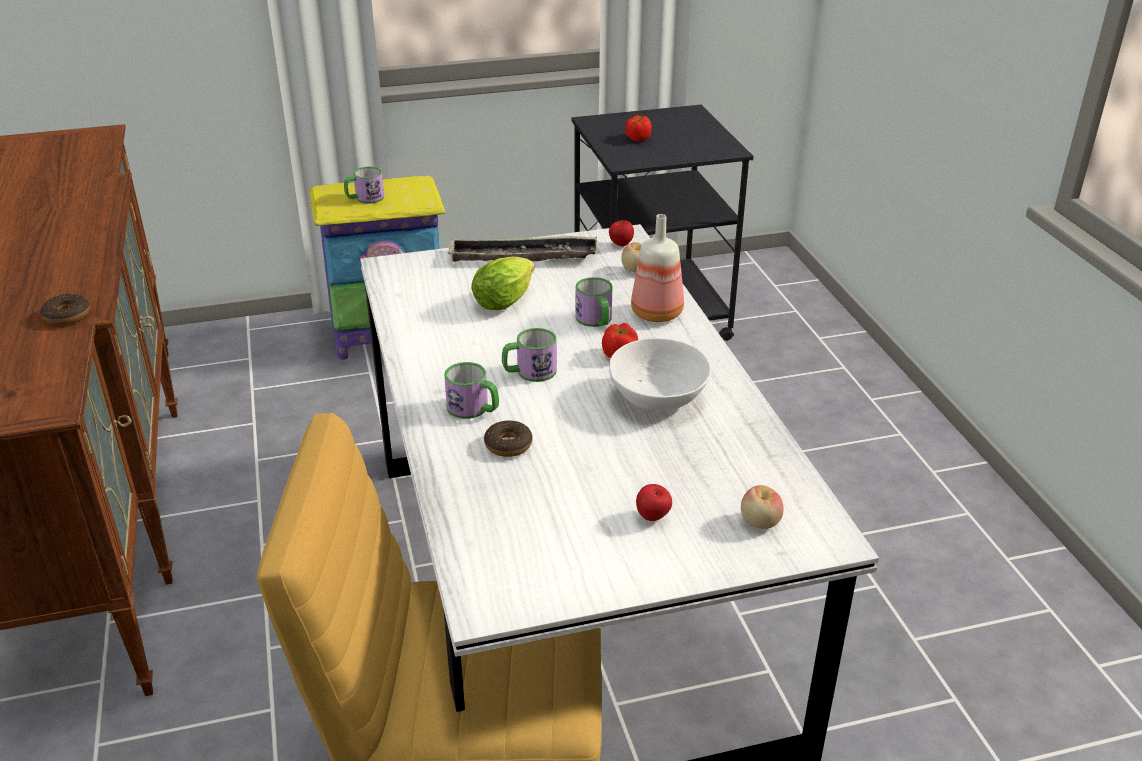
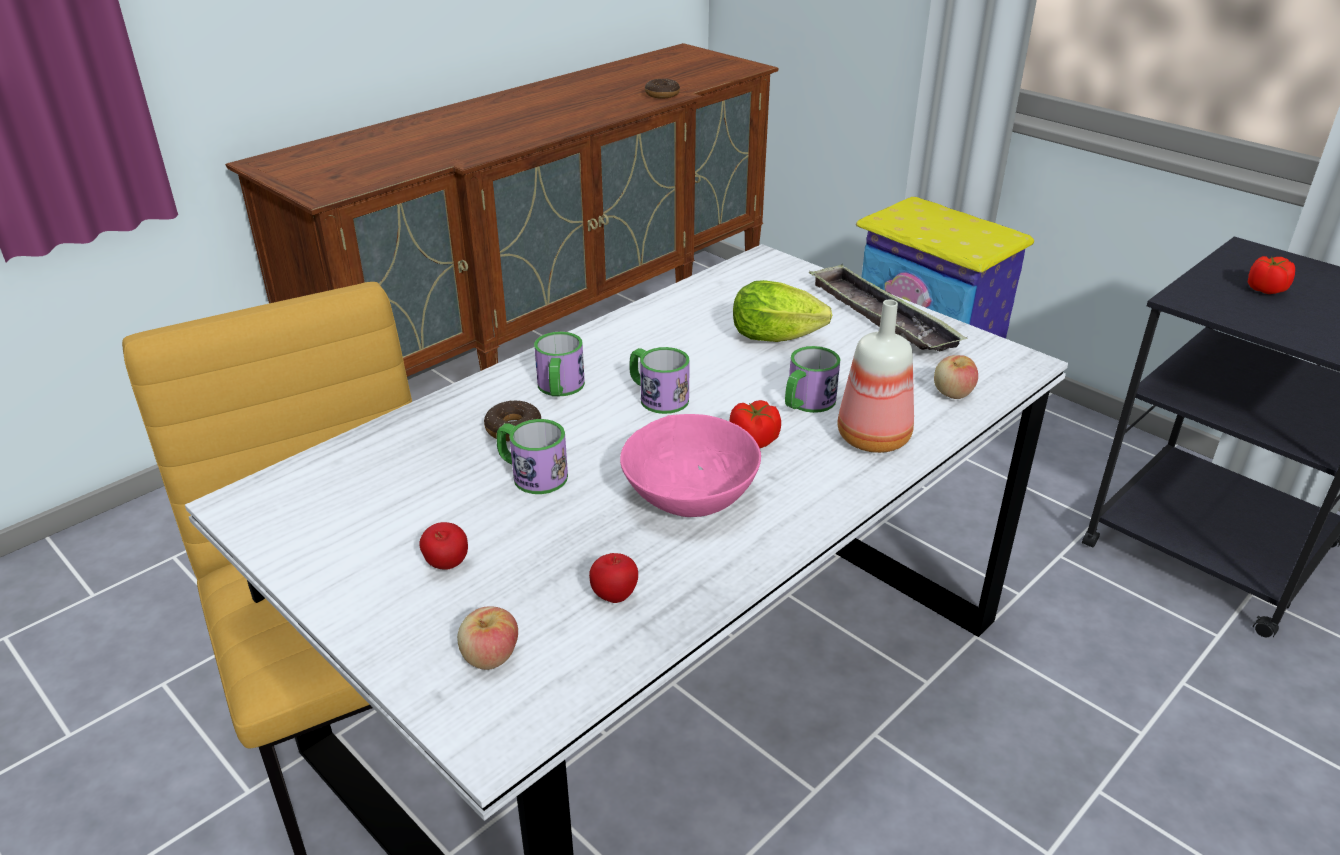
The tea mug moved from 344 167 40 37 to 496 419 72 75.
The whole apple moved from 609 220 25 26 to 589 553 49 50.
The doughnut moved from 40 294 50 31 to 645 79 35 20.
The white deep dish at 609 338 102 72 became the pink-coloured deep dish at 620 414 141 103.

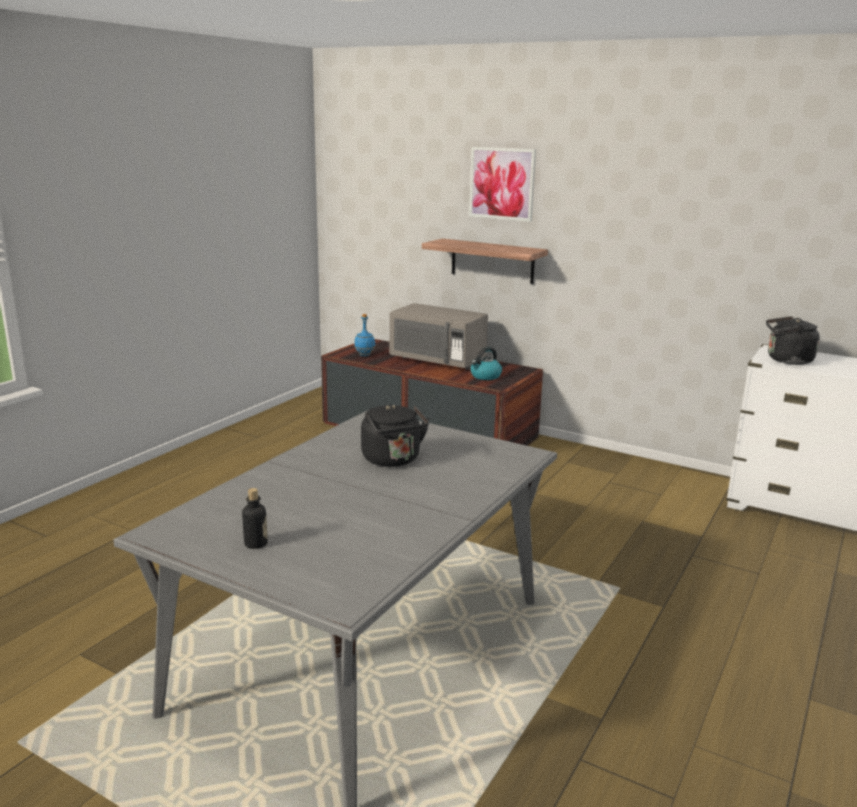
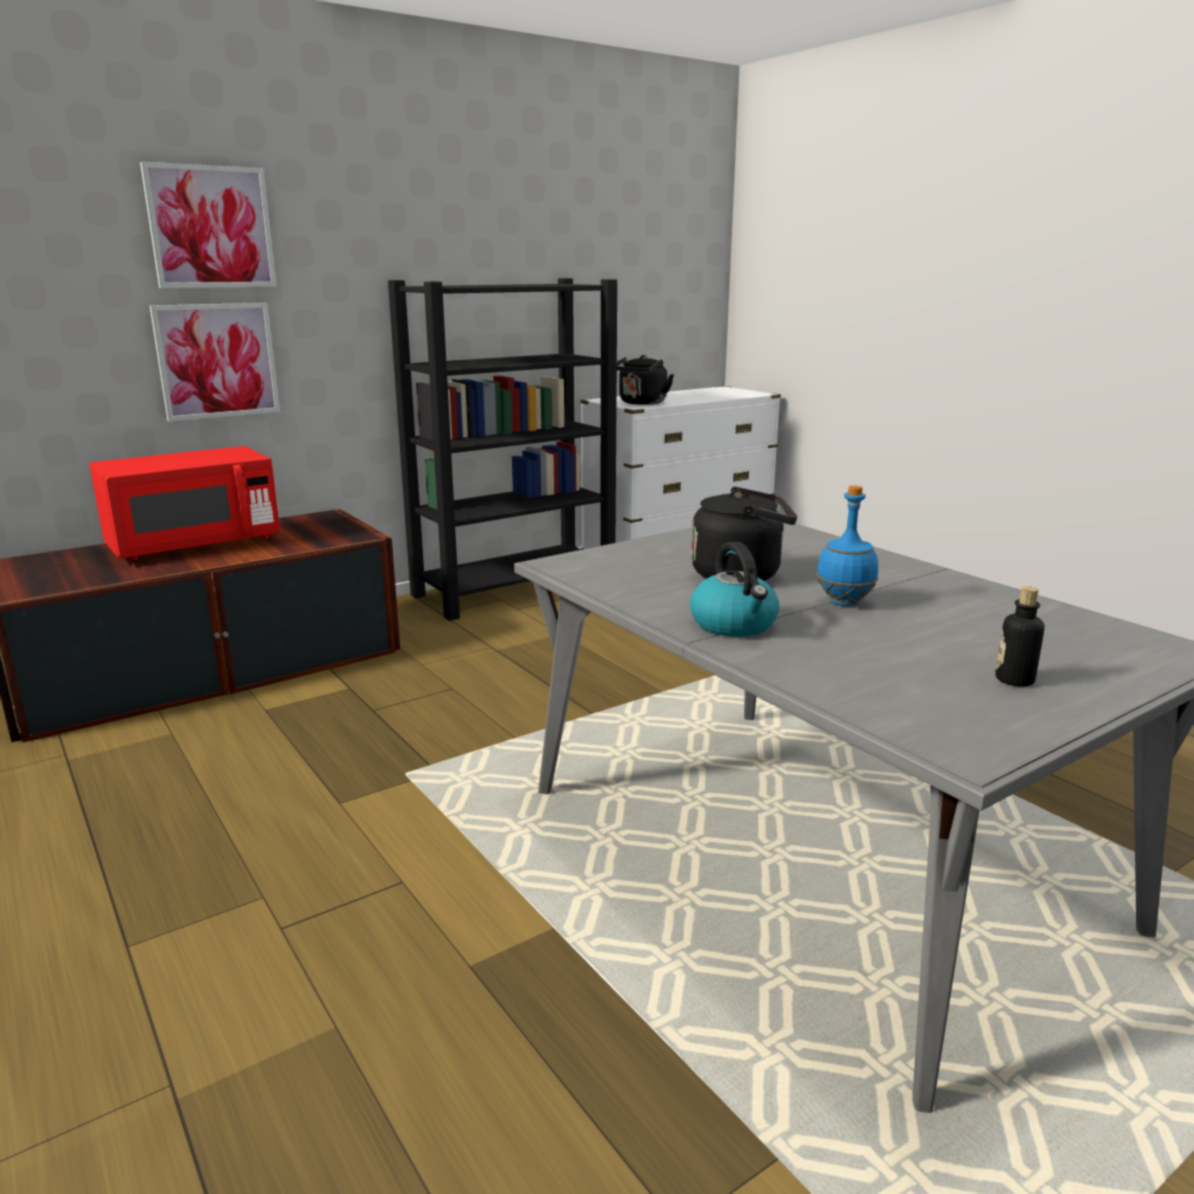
The bracket shelf at 422 238 126 46 was replaced by the picture at 150 303 130 118.
The gray microwave at 389 303 99 67 became the red microwave at 89 446 191 114.
The bluish bottle moved from 354 314 21 42 to 816 486 62 120.
The water kettle moved from 470 347 32 33 to 690 542 89 95.
The black bookcase at 388 278 229 343 appeared.

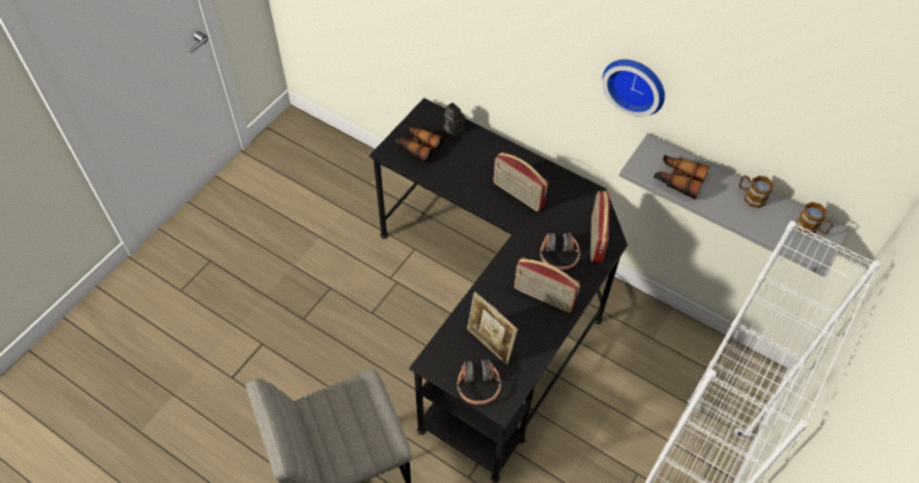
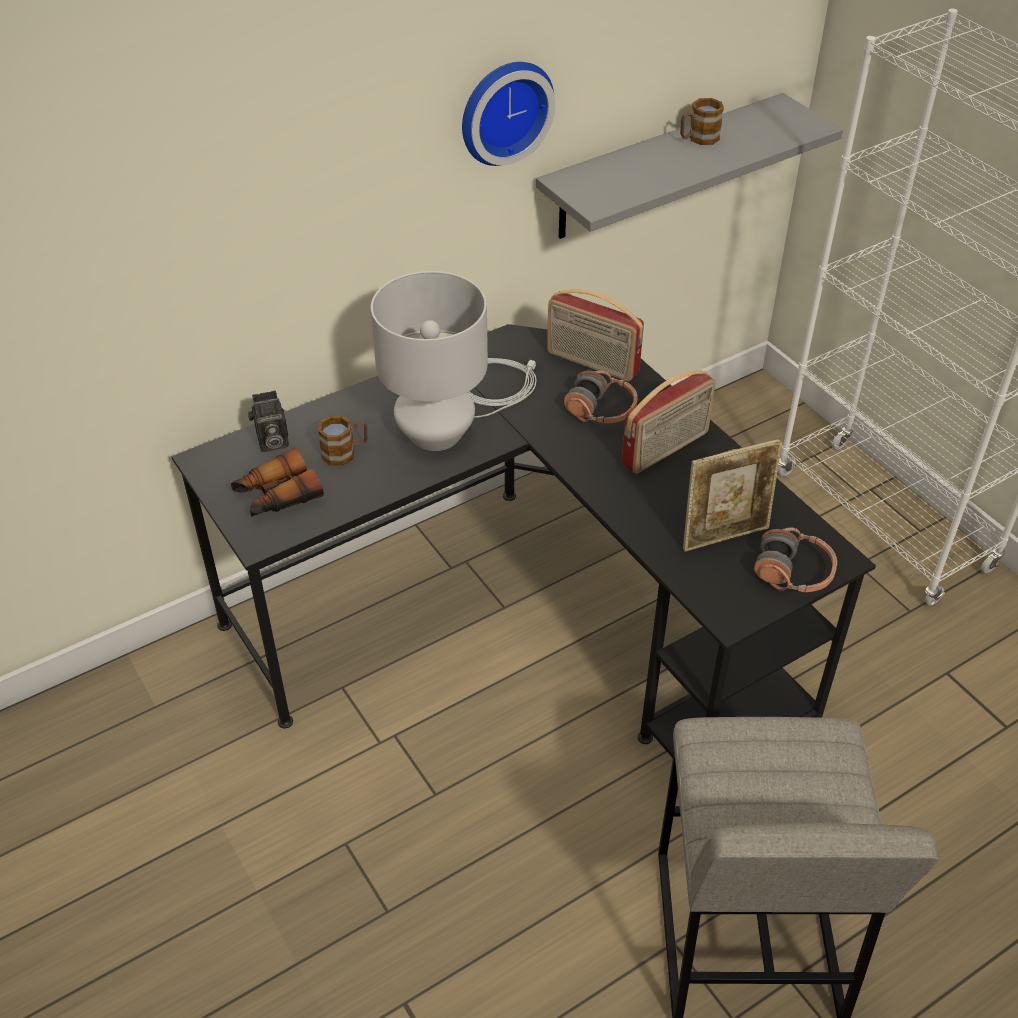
The radio receiver at 493 152 55 59 was replaced by the gray table lamp at 371 271 165 180.
The pair of binoculars at 654 155 56 44 disappeared.
The tea mug moved from 796 202 37 33 to 318 416 49 50.

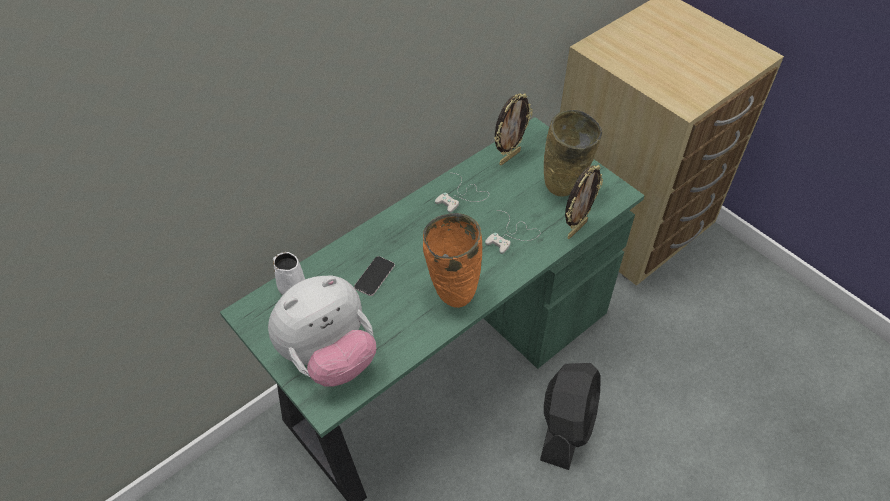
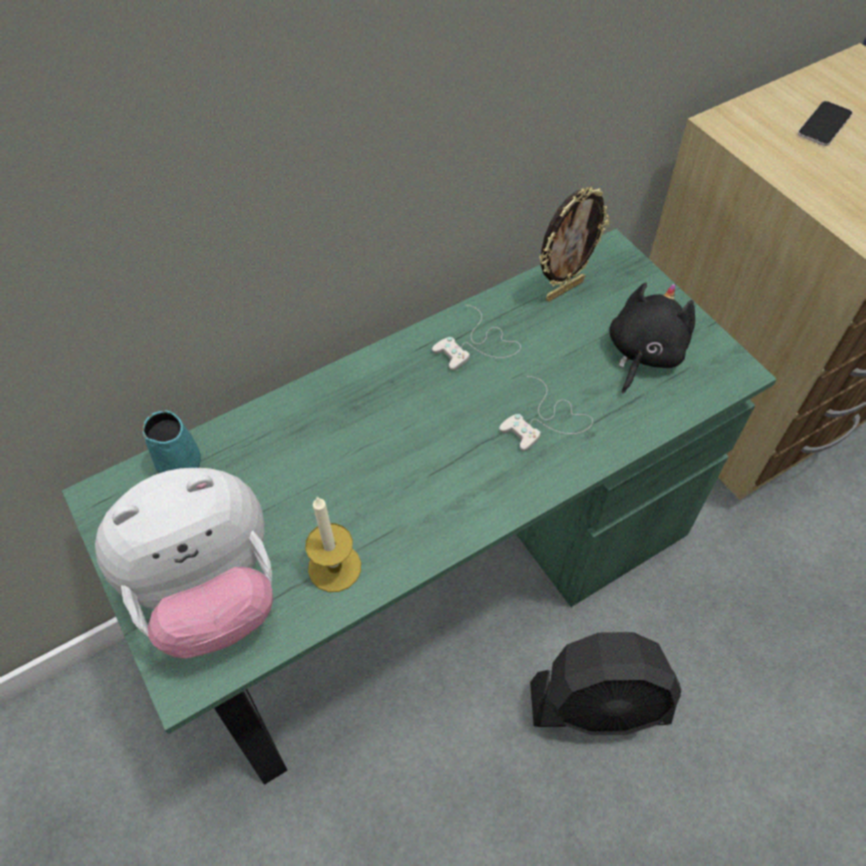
The beige decorative vase at 544 110 59 86 was replaced by the black soft toy at 609 282 86 112.
The standing frame at 565 165 38 74 disappeared.
The orangey decorative vase at 423 213 60 95 disappeared.
The white tea mug at 273 252 32 43 became the turquoise-coloured tea mug at 142 410 59 63.
The handset moved from 354 256 41 40 to 798 101 55 45.
The black electric fan at 540 363 61 107 turned 60 degrees clockwise.
The wax candle at 305 497 56 95 appeared.

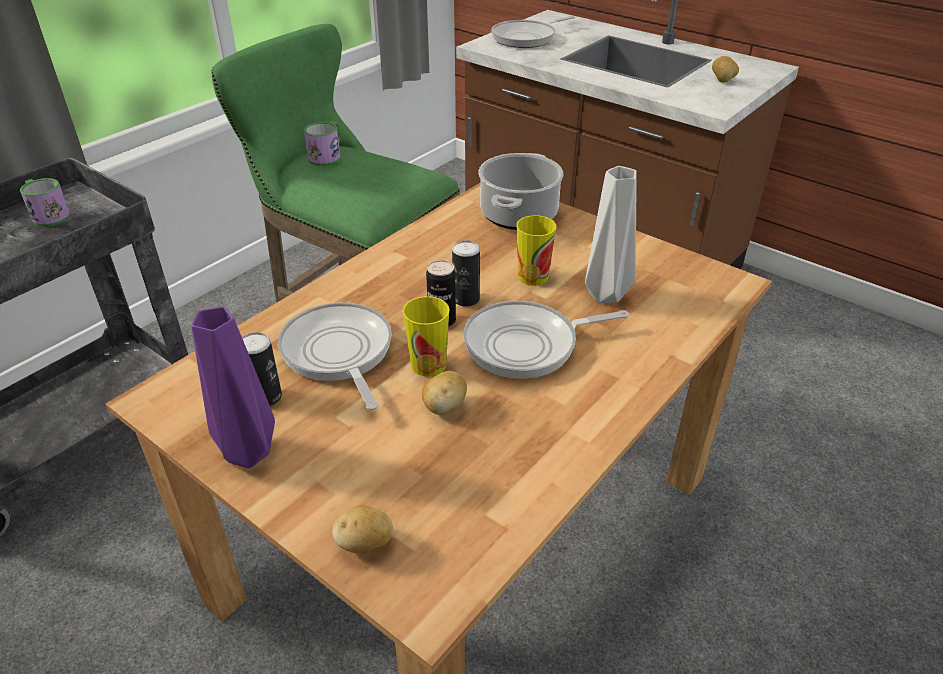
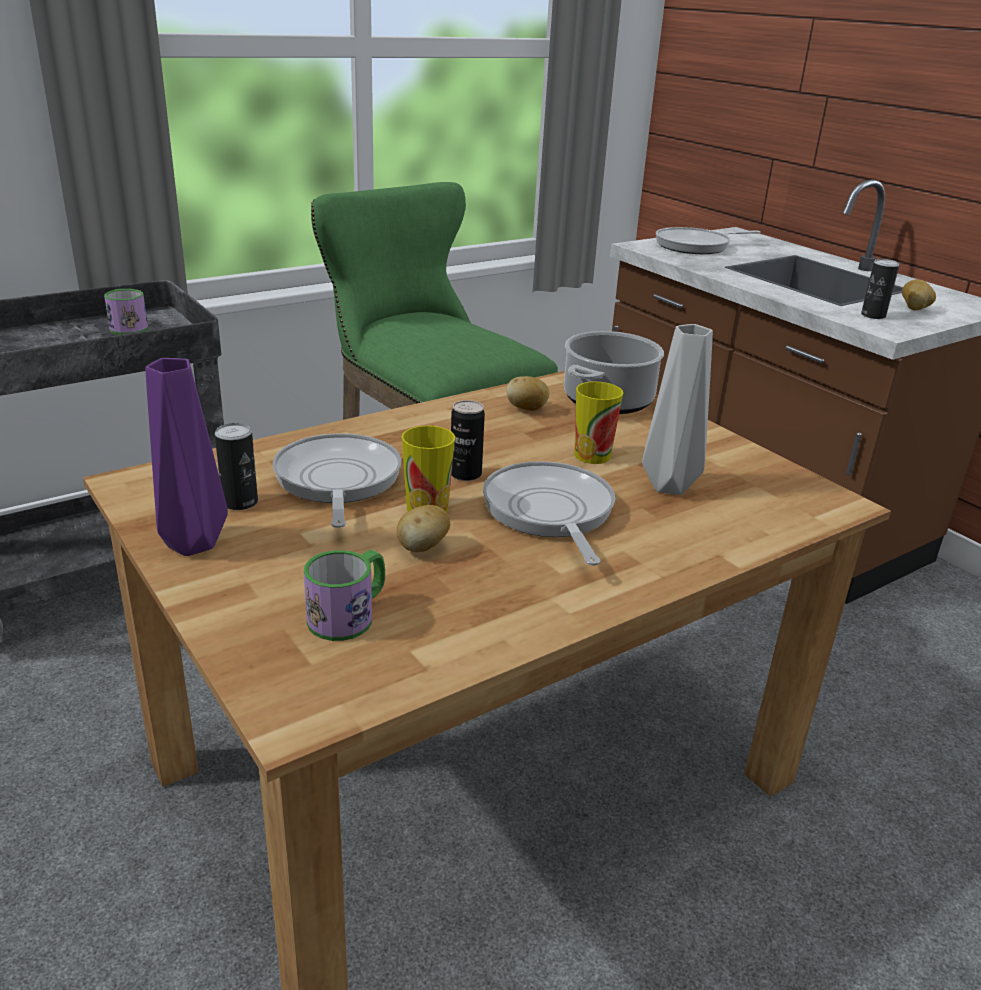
The tea mug moved from 304 121 36 45 to 304 550 81 91.
The sealed can moved from 452 240 28 67 to 861 259 38 60.
The frying pan at 463 301 166 77 turned 75 degrees clockwise.
The spud moved from 332 506 61 47 to 506 376 44 35.

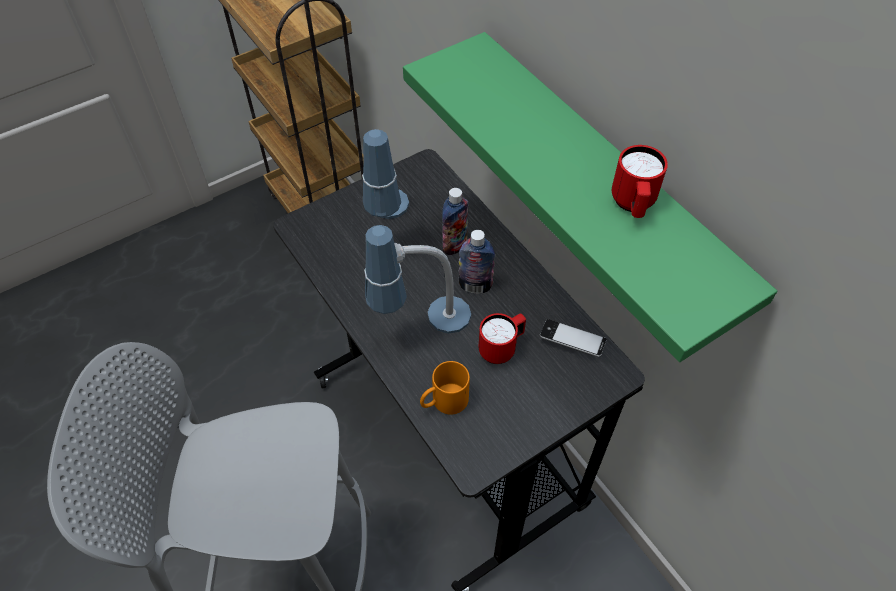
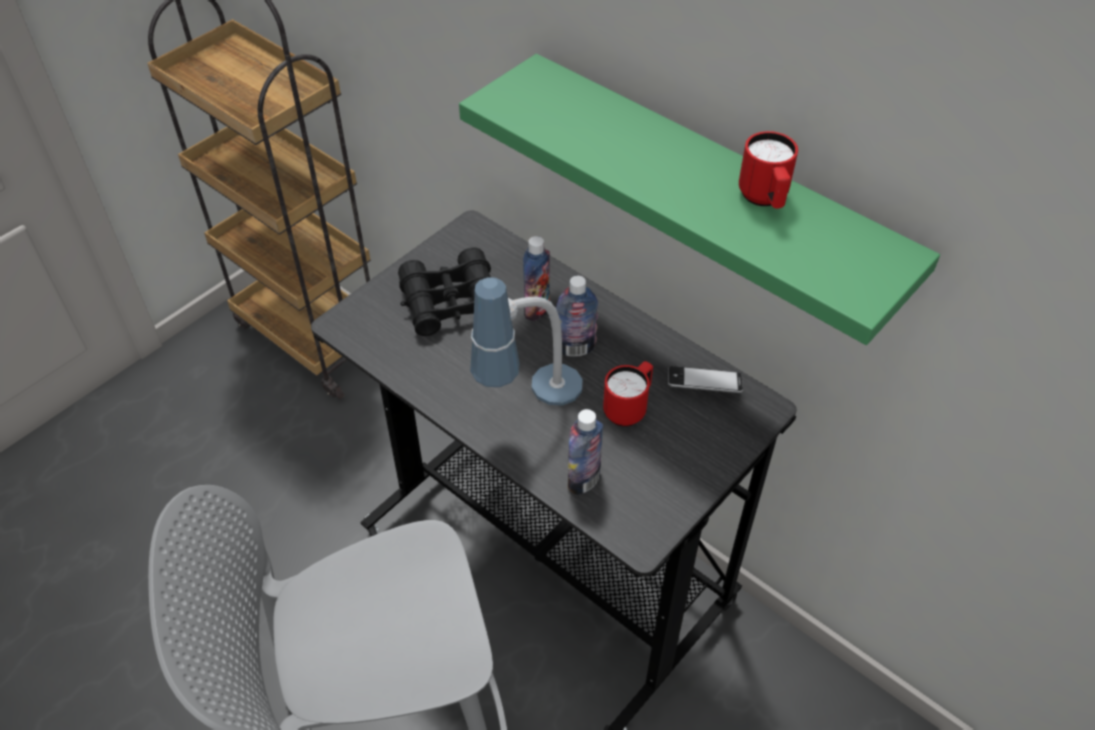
The table lamp at 362 129 47 90 was replaced by the black pair of binoculars at 398 247 93 89.
The orangey tea mug at 420 361 50 54 was replaced by the bottle at 568 409 35 86.

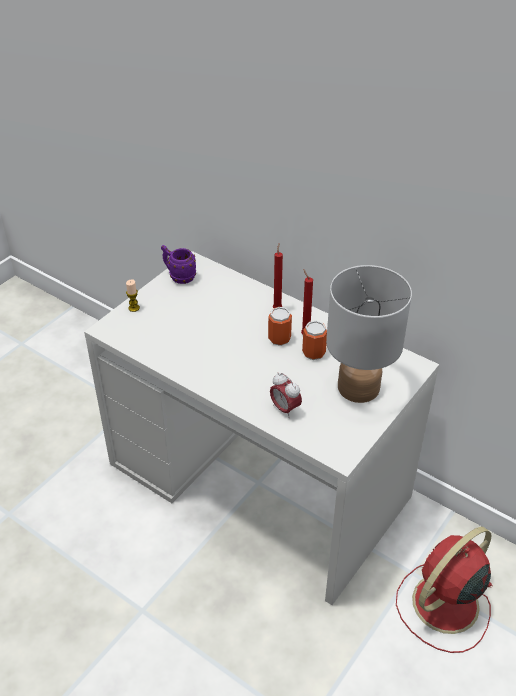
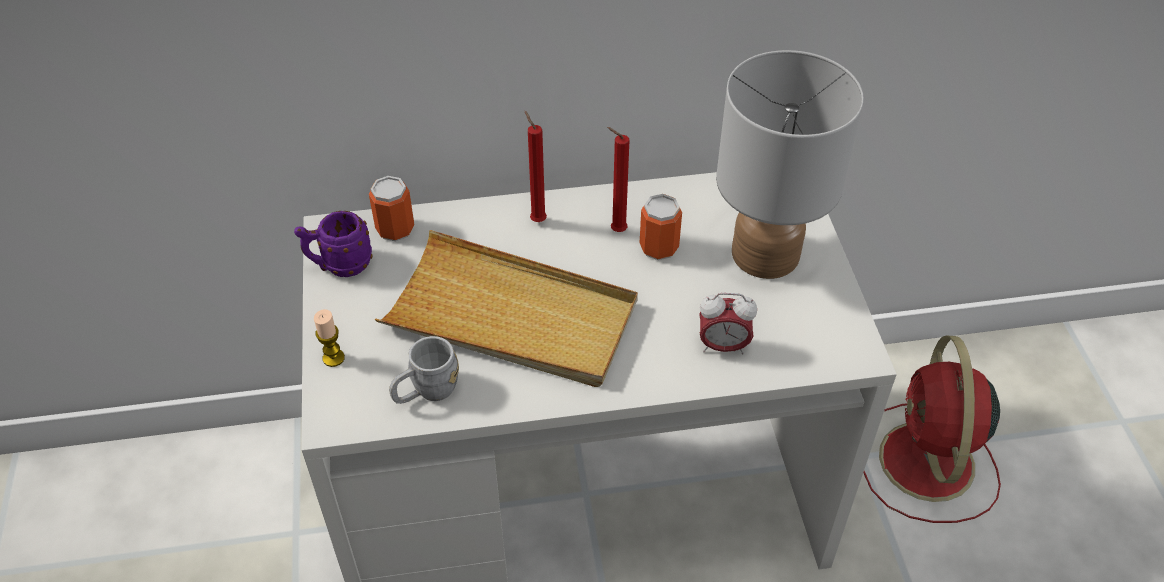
The sealed can moved from 268 307 24 39 to 369 176 46 66.
The beige serving tray at 375 230 263 157 appeared.
The gray tea mug at 389 336 70 68 appeared.

